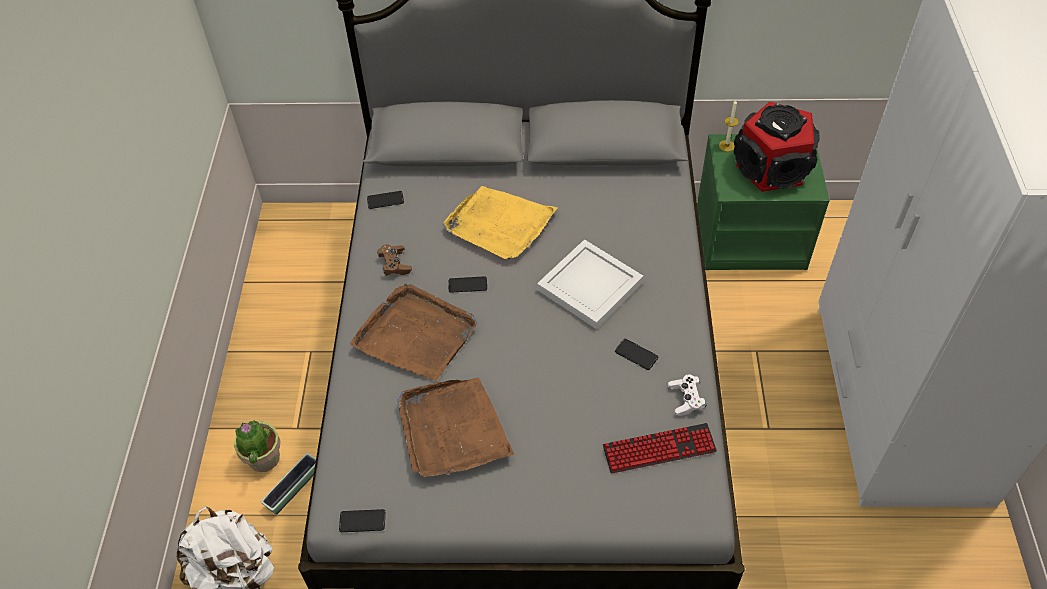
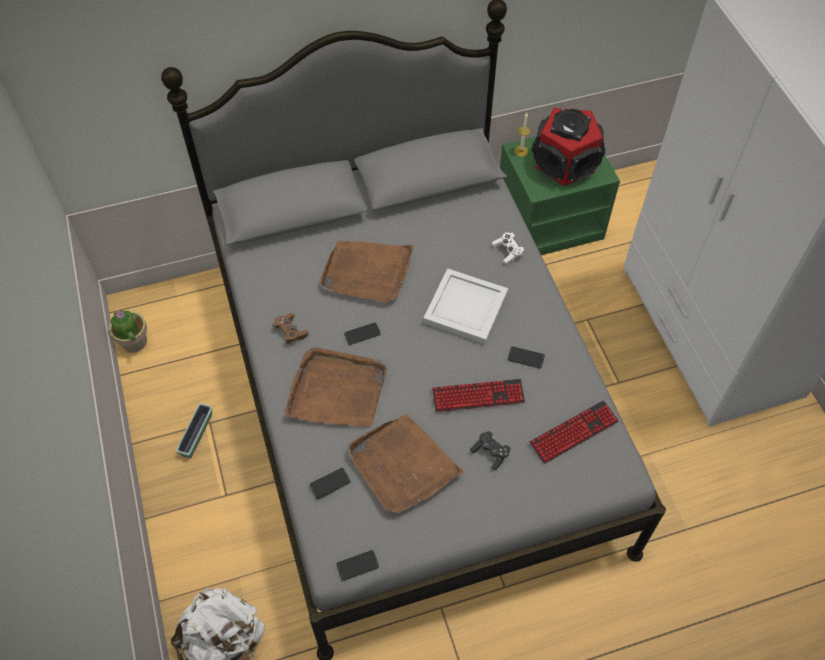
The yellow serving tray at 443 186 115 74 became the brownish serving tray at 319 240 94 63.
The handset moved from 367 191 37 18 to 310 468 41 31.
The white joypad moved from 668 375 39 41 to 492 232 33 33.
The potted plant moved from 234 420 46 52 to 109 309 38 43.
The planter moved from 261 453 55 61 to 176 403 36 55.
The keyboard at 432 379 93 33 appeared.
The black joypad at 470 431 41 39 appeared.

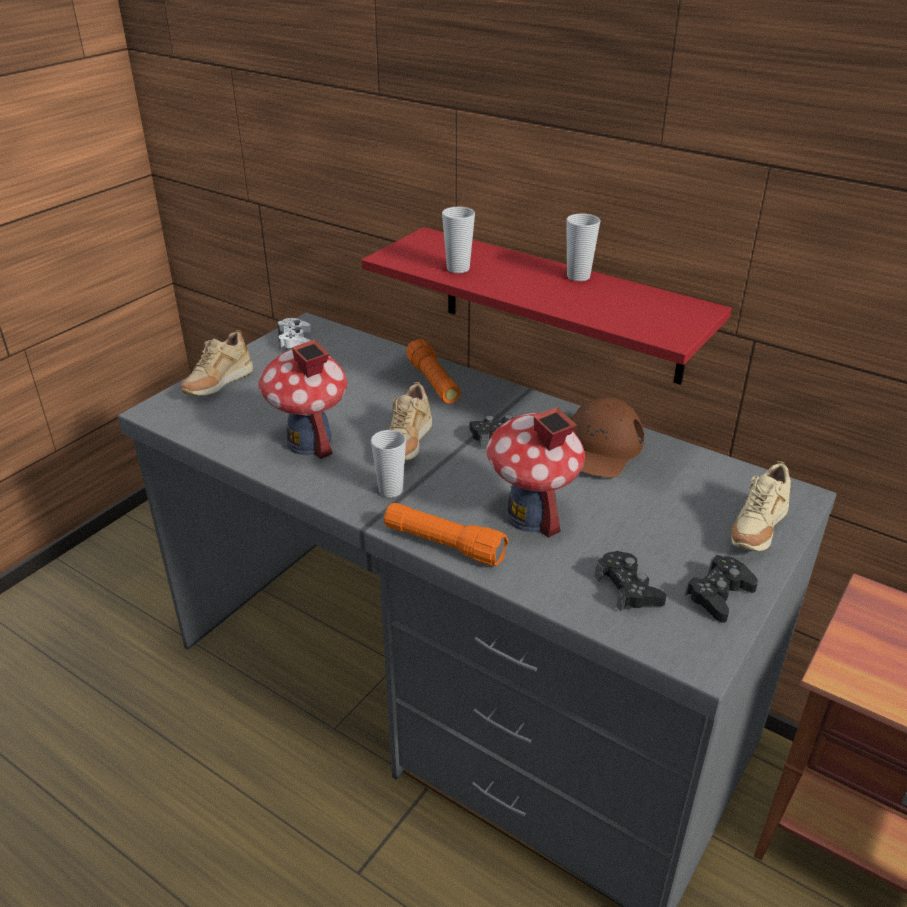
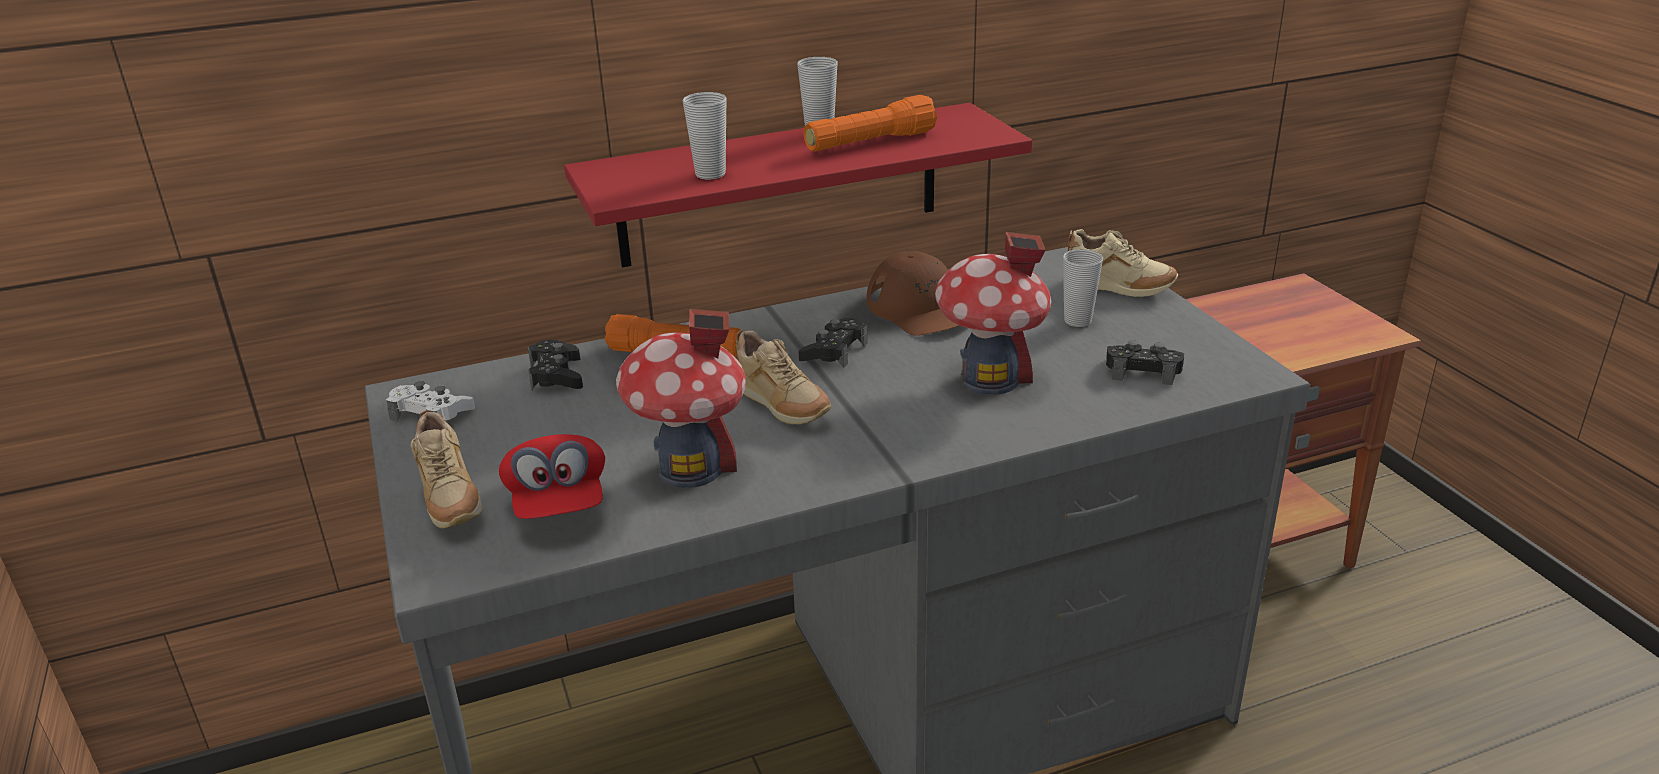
The small cup moved from 371 430 35 68 to 1063 249 40 78.
The beige low shoe at 731 461 60 90 turned 45 degrees counterclockwise.
The orangey hand torch moved from 384 503 125 63 to 803 95 134 57.
The black joypad moved from 685 555 73 68 to 528 340 55 50.
The red peaked cap at 499 434 106 85 appeared.

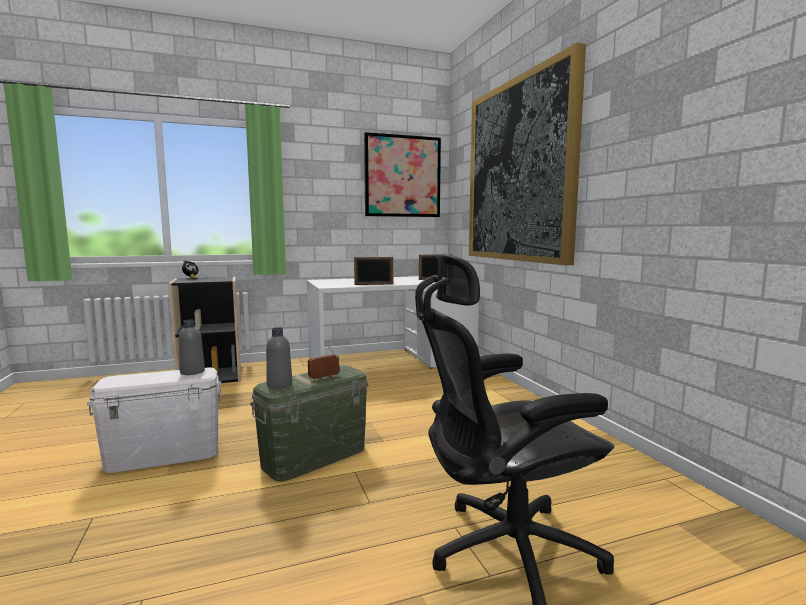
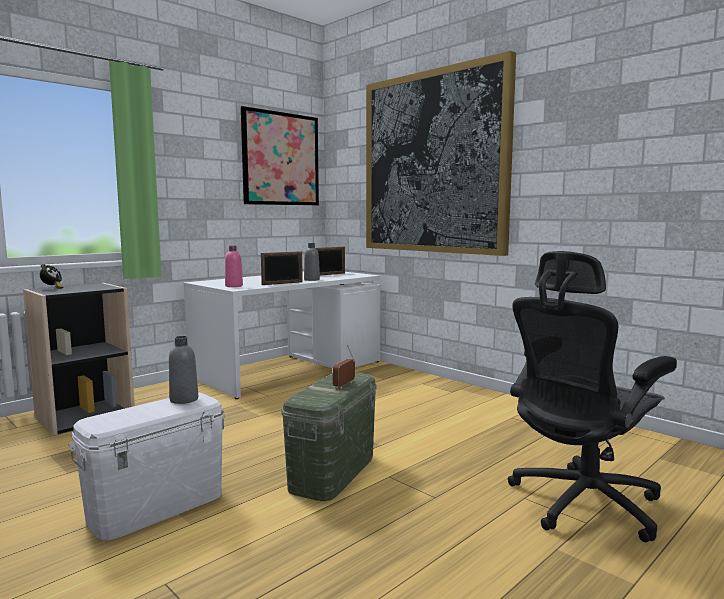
The gray bottle moved from 266 327 26 61 to 304 243 16 38.
The pink-coloured bottle at 225 246 18 41 appeared.

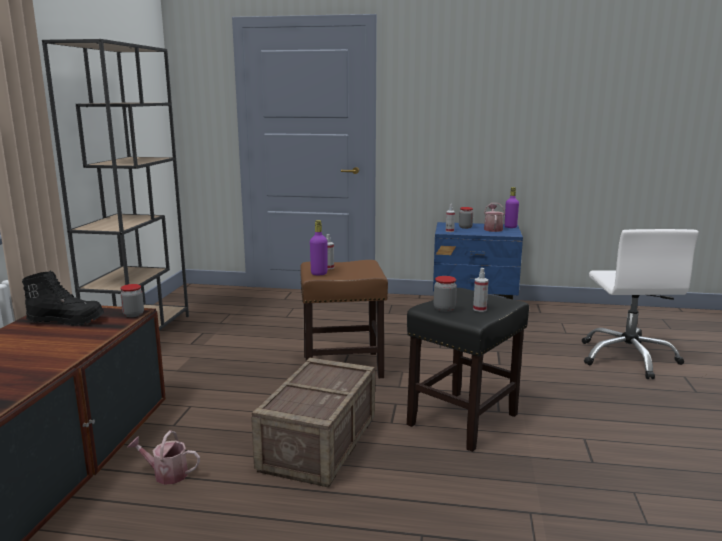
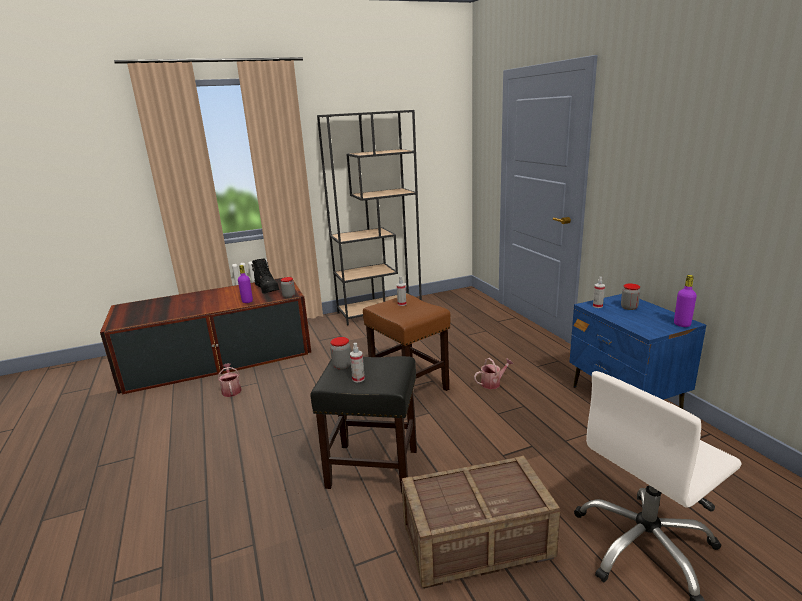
The sprinkling can moved from 484 203 21 29 to 474 358 40 31.
The purplish bottle moved from 310 220 17 55 to 238 265 15 38.
The crate moved from 251 357 124 131 to 401 456 160 133.

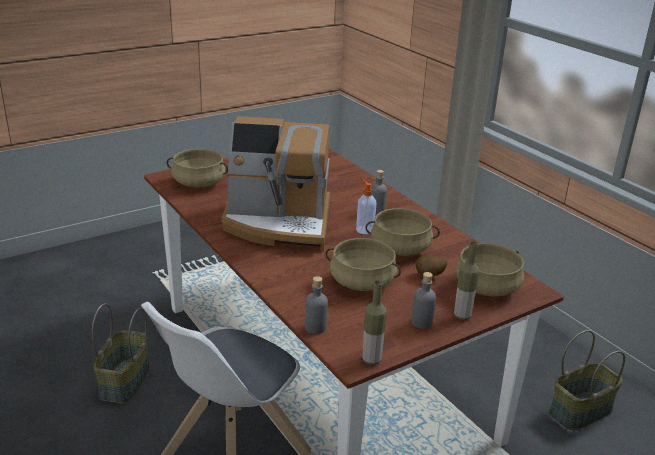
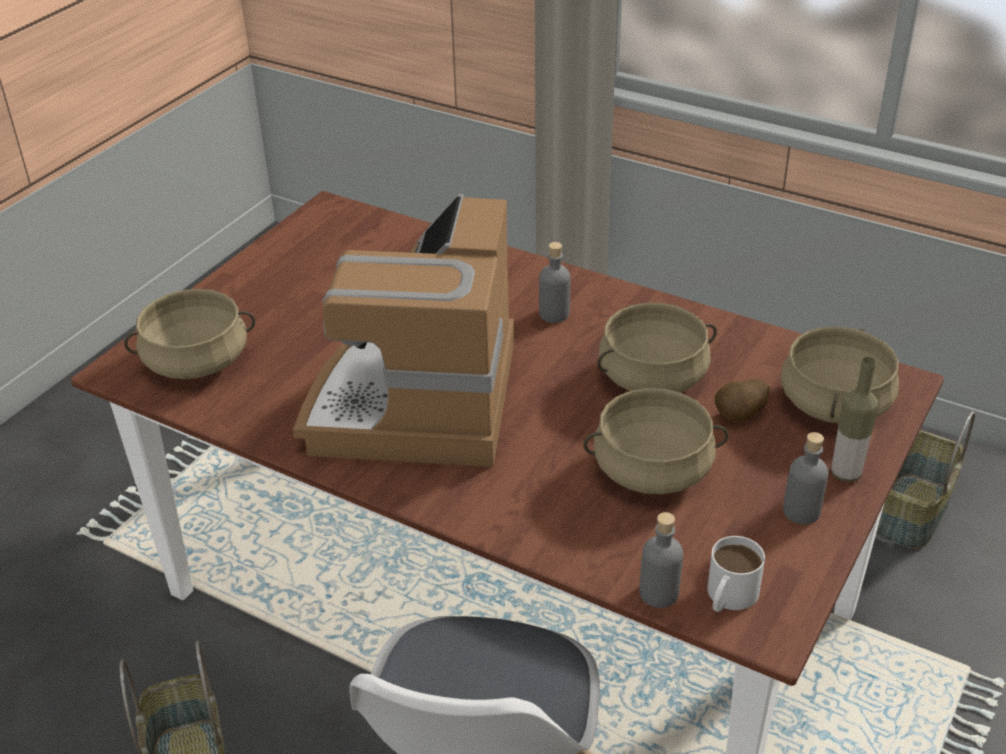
The coffee brewer at 222 116 108 135 turned 120 degrees clockwise.
The liquid soap bottle at 356 180 20 54 disappeared.
The bottle at 362 280 25 85 disappeared.
The white tea mug at 707 536 58 76 appeared.

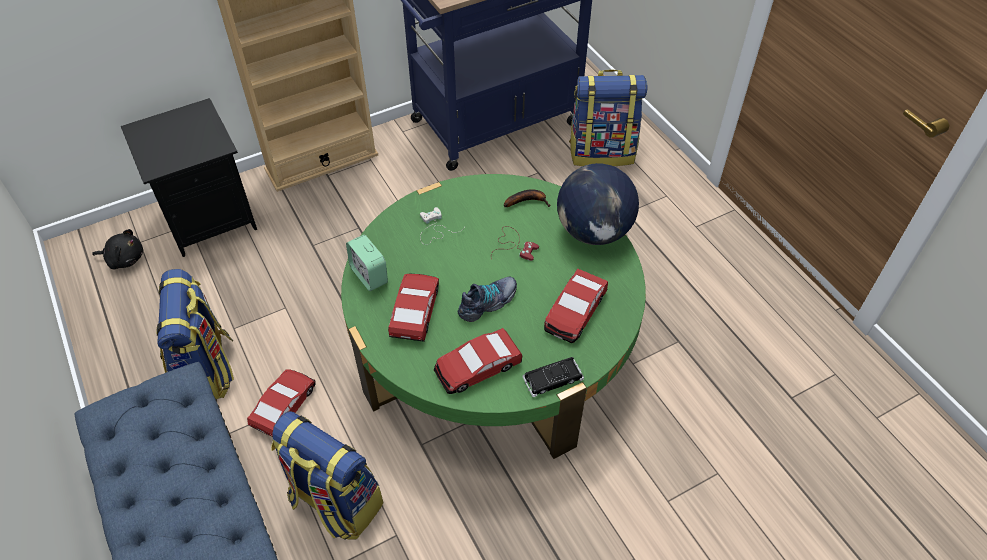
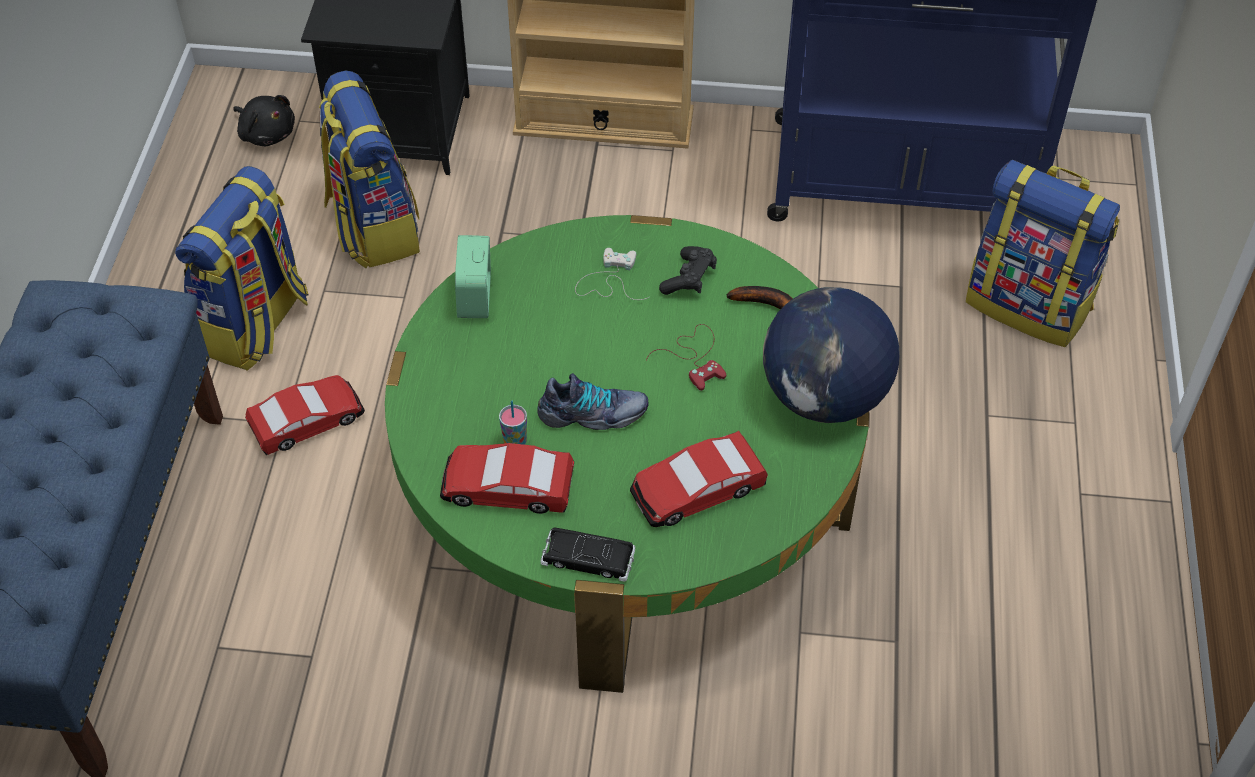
The miniature car at 388 274 51 68 disappeared.
The rucksack moved from 271 411 112 129 to 319 71 101 197.
The black joypad at 659 246 58 49 appeared.
The small cup at 499 401 28 44 appeared.

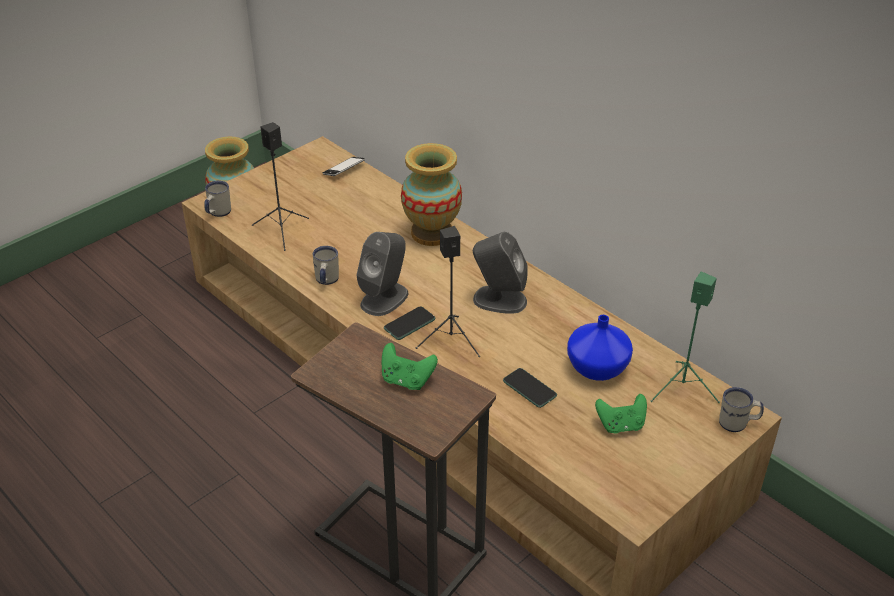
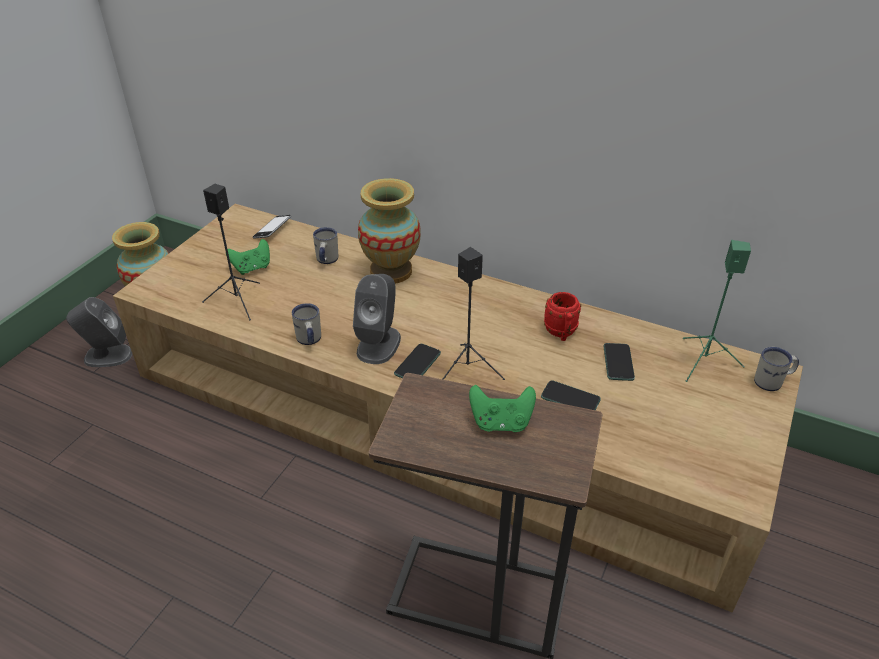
The white tea mug moved from 204 181 27 36 to 313 227 25 37.
The gray audio speaker moved from 473 232 55 82 to 66 297 66 70.
The bluish decorative vase at 567 315 66 66 was replaced by the handset at 603 343 32 38.
The greenish joypad moved from 595 394 52 40 to 226 239 44 36.
The red tea mug at 544 292 37 49 appeared.

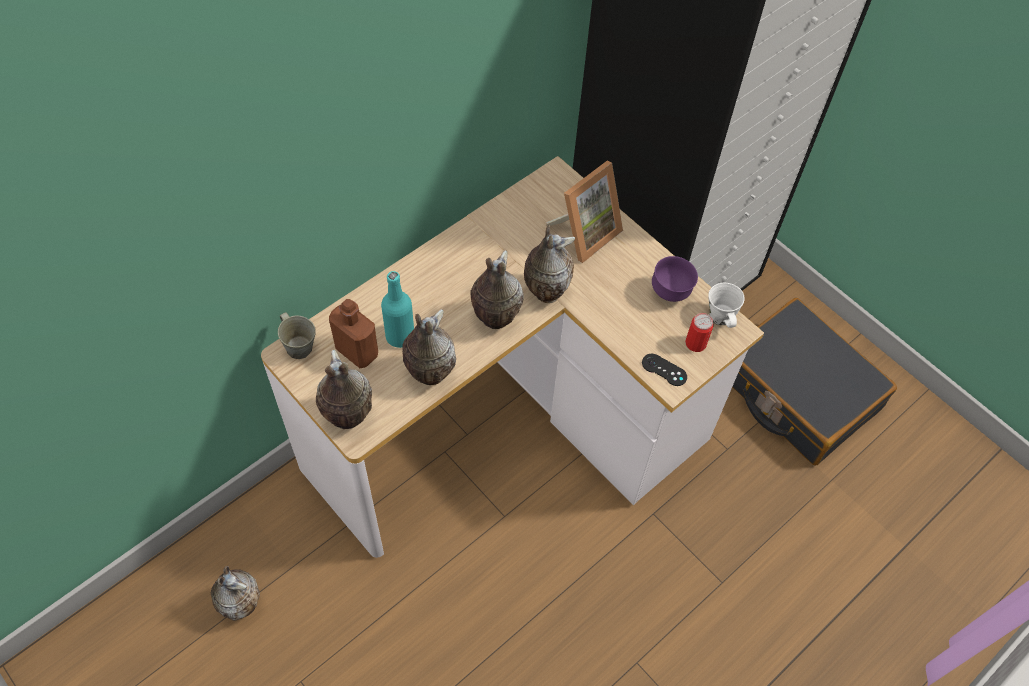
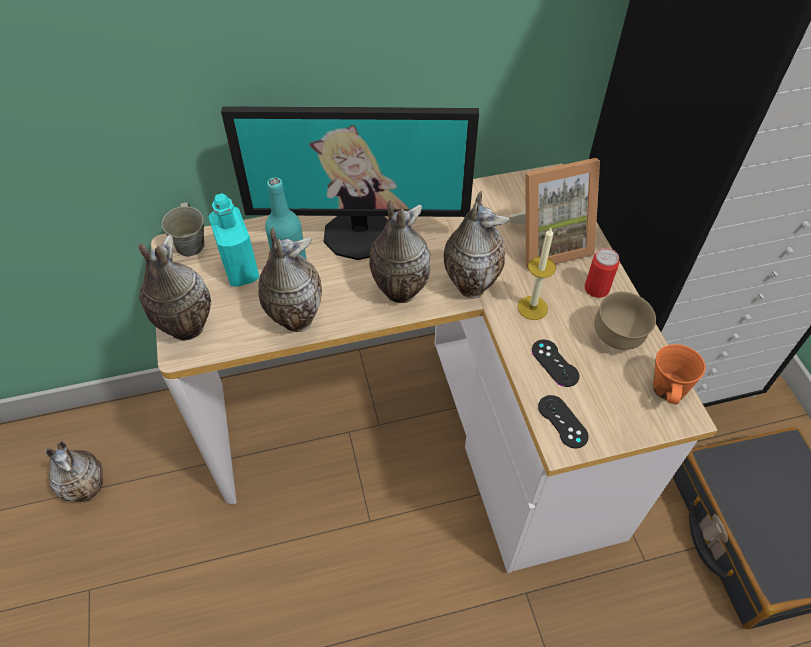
The purplish deep dish at 652 256 46 46 became the brownish deep dish at 594 291 62 59.
The white tea mug at 708 283 37 45 became the orangey tea mug at 653 344 53 60.
The brownish bottle at 329 299 49 69 became the turquoise-coloured bottle at 208 193 51 94.
The sealed can moved from 685 313 29 39 to 585 248 35 50.
The computer screen at 221 106 258 154 appeared.
The wax candle at 518 228 38 92 appeared.
The black joypad at 532 340 47 47 appeared.

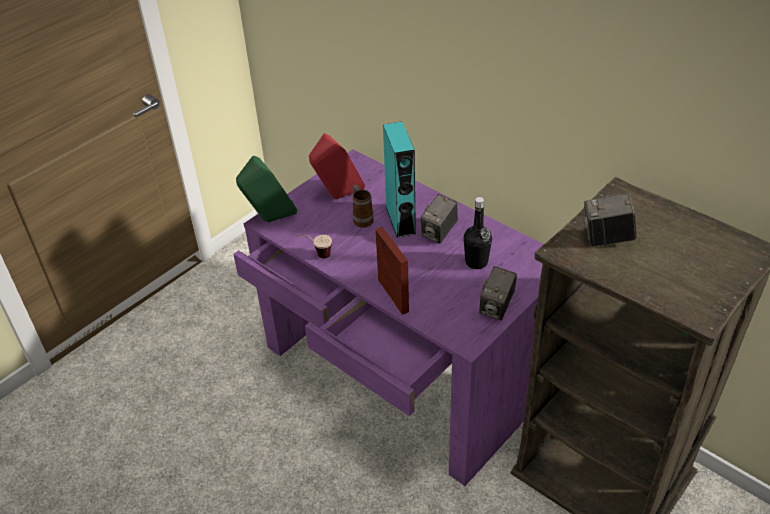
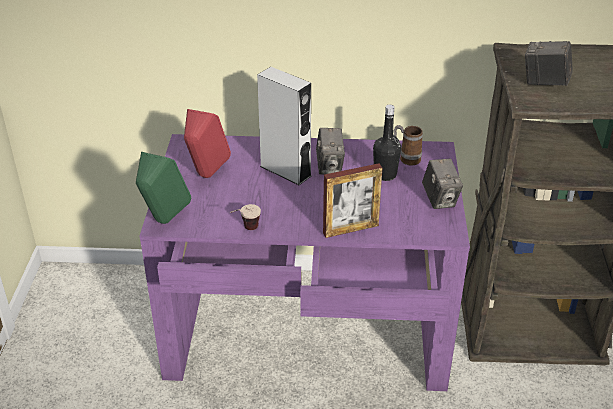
The turquoise-coloured audio speaker at 383 122 33 116 became the gray audio speaker at 257 67 54 118.
The tea mug moved from 353 185 21 43 to 394 125 29 41.
The still camera at 584 193 53 53 turned 60 degrees clockwise.
The standing frame at 375 227 34 88 turned 135 degrees clockwise.

